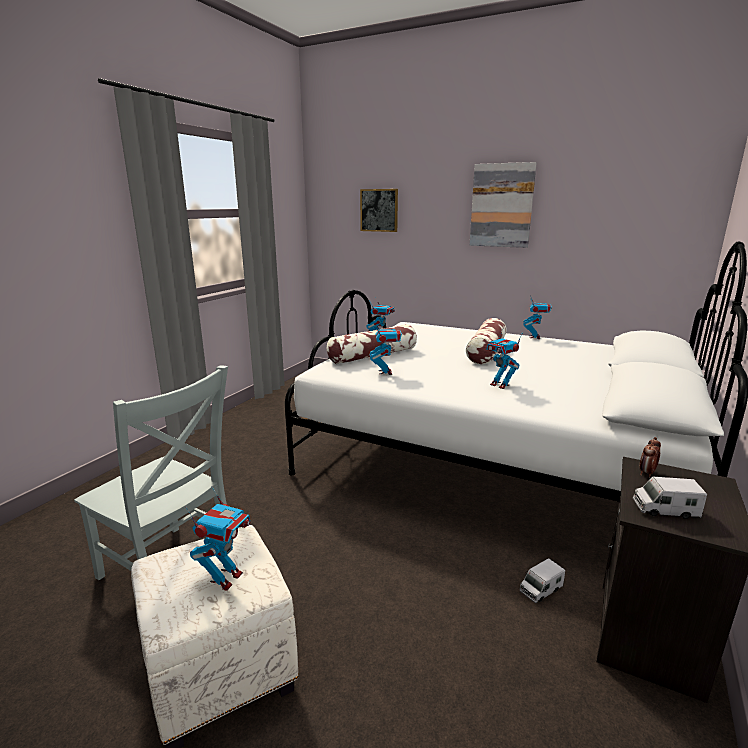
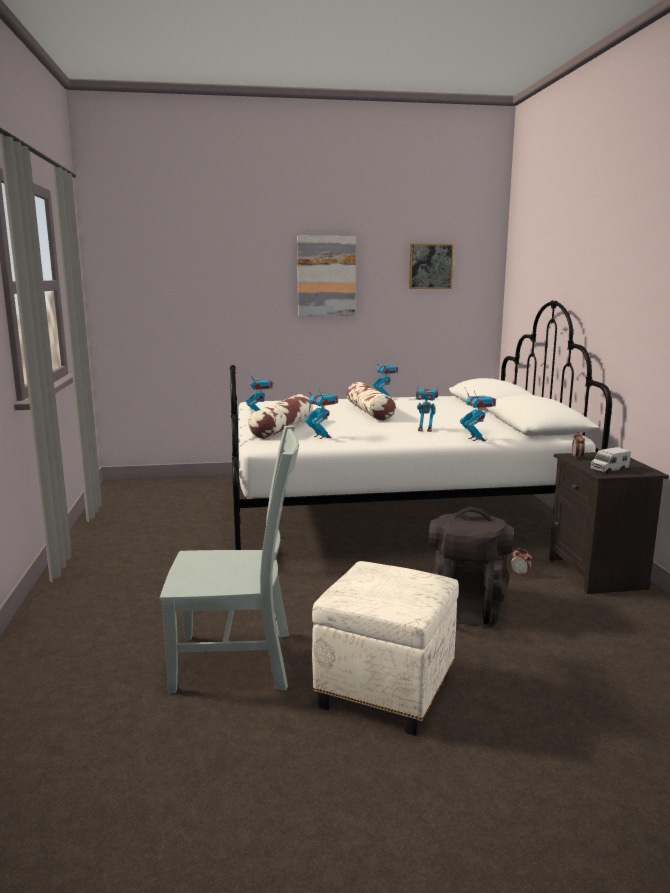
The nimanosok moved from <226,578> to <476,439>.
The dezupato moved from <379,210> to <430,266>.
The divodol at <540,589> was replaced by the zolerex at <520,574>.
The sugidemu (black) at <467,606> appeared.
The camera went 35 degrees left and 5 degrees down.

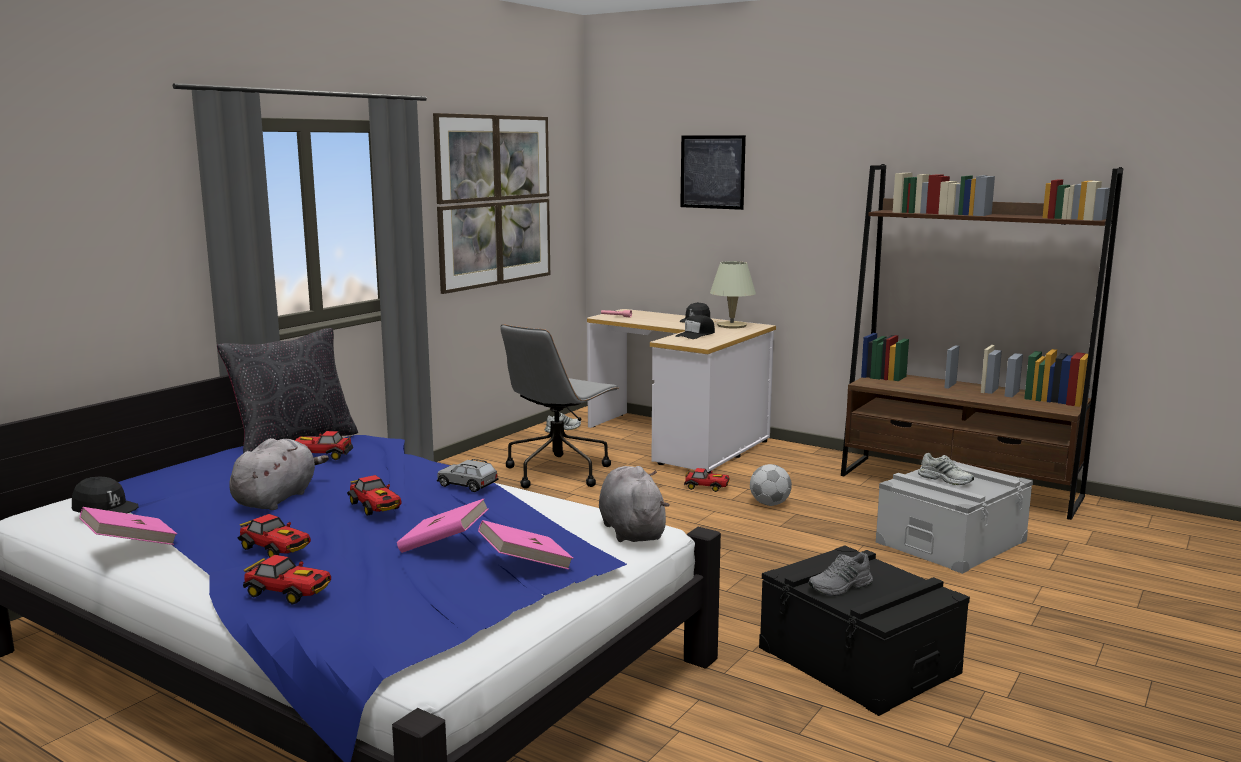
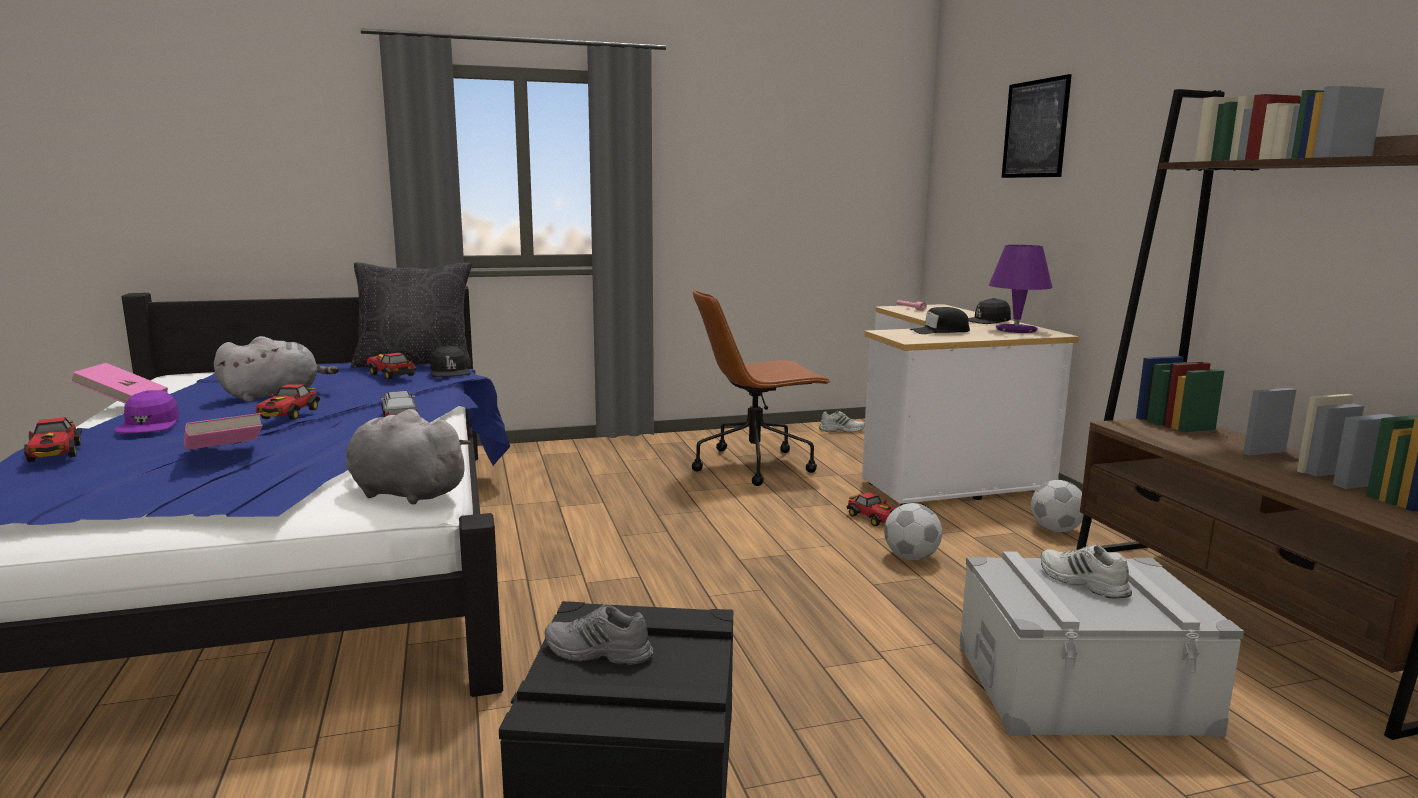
The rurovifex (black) moved from <104,509> to <449,372>.
The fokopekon at <276,549> was replaced by the rurovifex (purple) at <149,425>.
The dezupato at <494,201> disappeared.
The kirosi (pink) at <525,564> disappeared.
The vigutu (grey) at <558,472> became the vigutu (brown) at <755,465>.
The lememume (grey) at <631,530> turned 90 degrees counterclockwise.
The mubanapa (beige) at <732,325> became the mubanapa (purple) at <1016,330>.
The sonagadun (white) at <946,479> turned 150 degrees clockwise.
The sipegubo at <1056,530> appeared.
The camera went 40 degrees right and 0 degrees up.

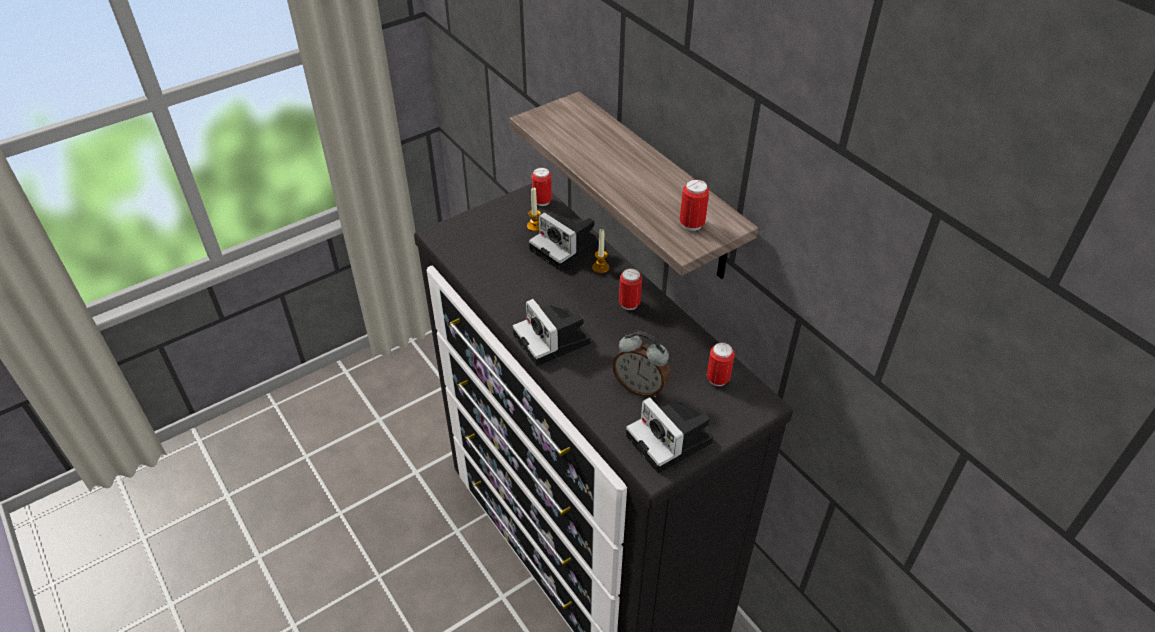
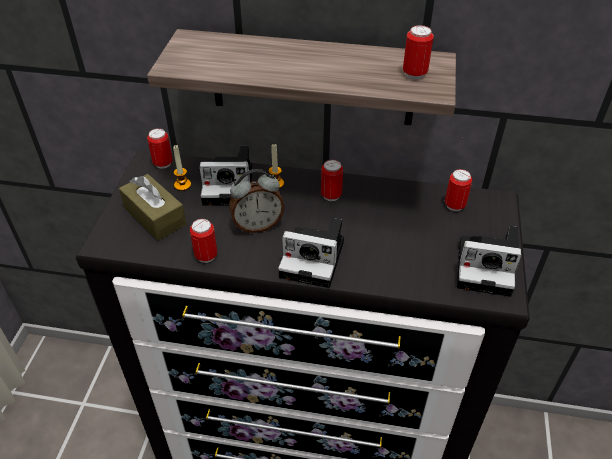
The zolerex moved from <640,387> to <257,225>.
The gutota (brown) at <155,216> appeared.
The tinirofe at <206,256> appeared.
The camera went 45 degrees left and 0 degrees up.

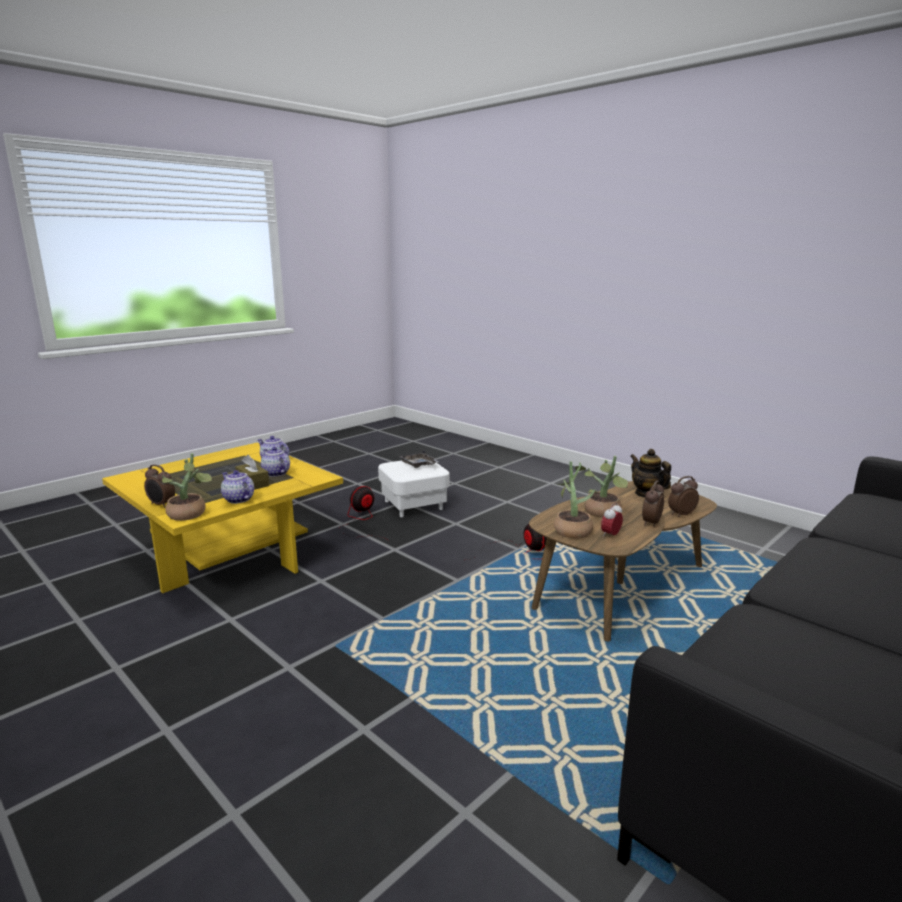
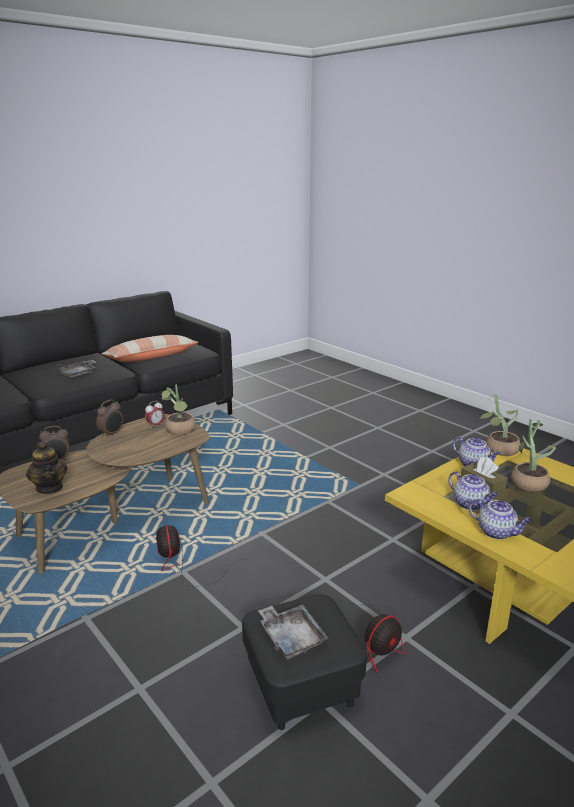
The zolerex at <161,505> disappeared.
The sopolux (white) at <414,505> became the sopolux (black) at <301,686>.
The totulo moved from <603,514> to <527,481>.
The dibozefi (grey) at <79,374> appeared.
The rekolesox at <151,358> appeared.
The camera went 175 degrees left and 5 degrees up.

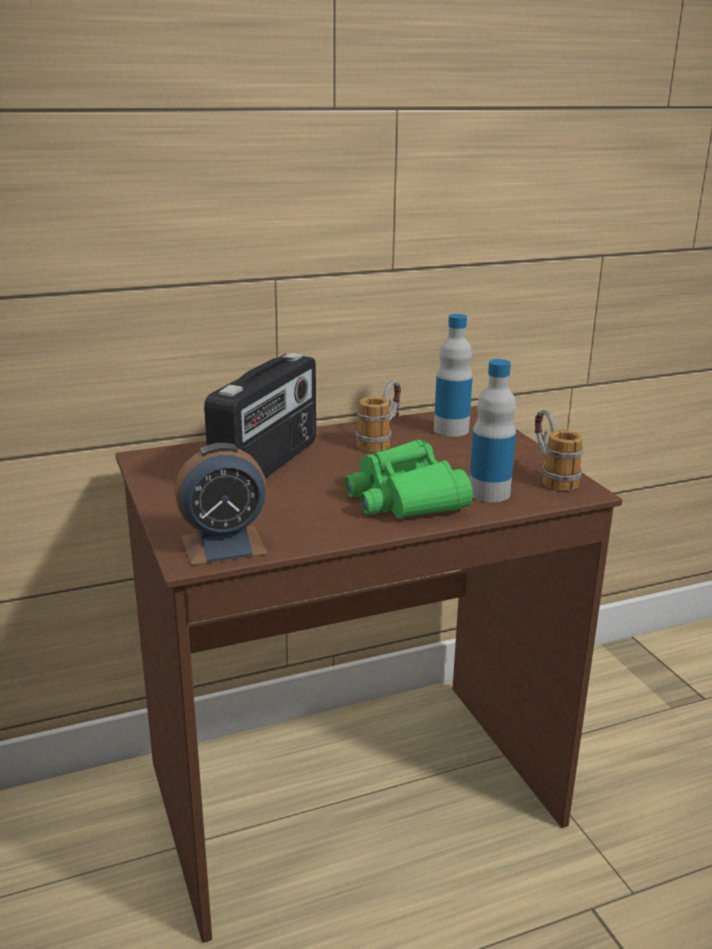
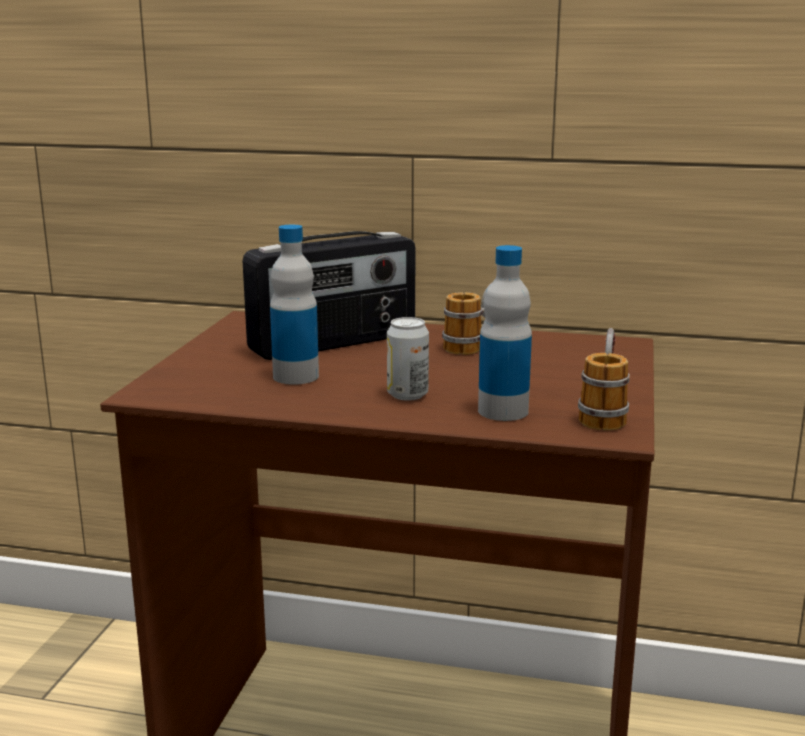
The zolerex at <224,545> disappeared.
The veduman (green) at <404,498> was replaced by the tinirofe at <407,395>.
The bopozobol moved from <451,430> to <296,376>.
The camera went 35 degrees right and 5 degrees down.

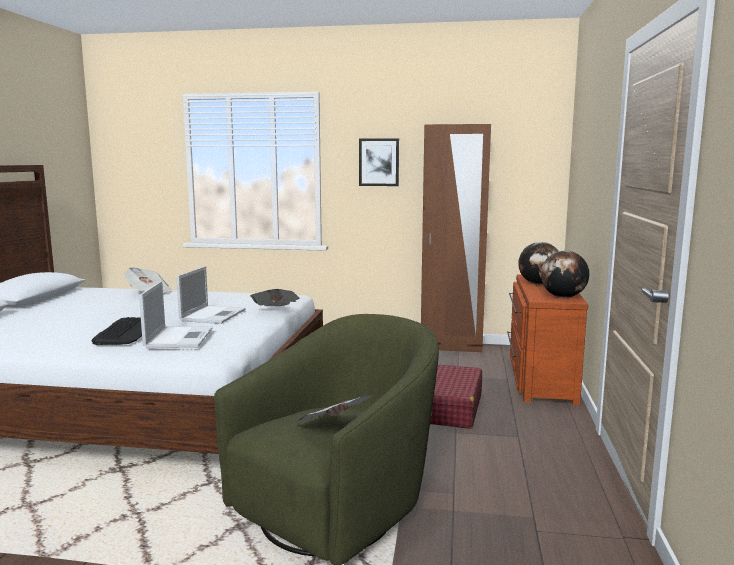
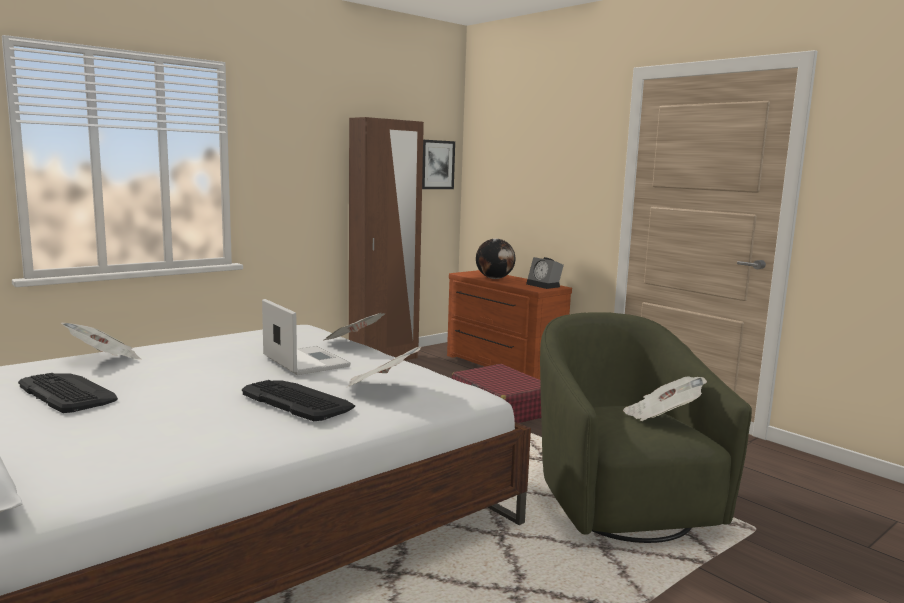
The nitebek at <179,337> was replaced by the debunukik at <381,387>.
The dezupato moved from <379,162> to <436,165>.
The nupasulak at <563,297> was replaced by the zolerex at <545,285>.
The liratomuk at <67,393> appeared.
The camera went 50 degrees left and 0 degrees up.

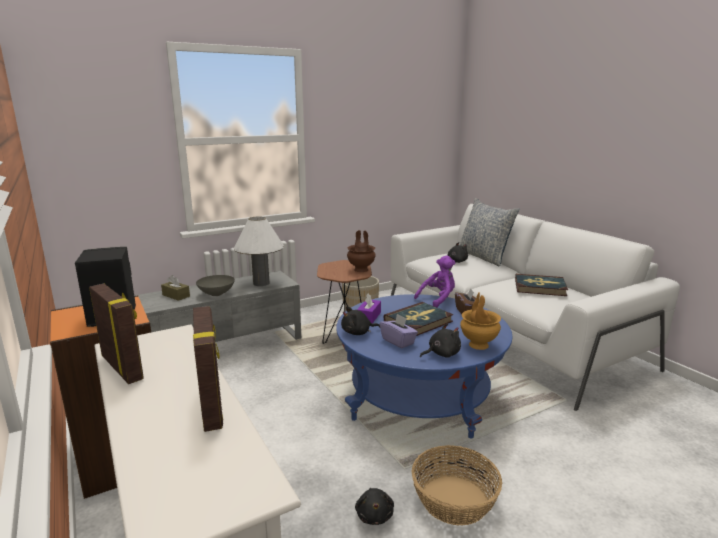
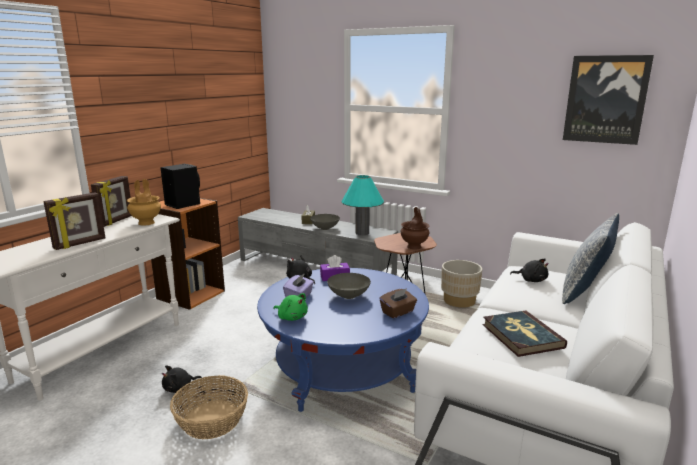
The mubanapa (white) at <261,283> became the mubanapa (turquoise) at <362,233>.
The kirosi at <418,321> was replaced by the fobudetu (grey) at <348,296>.
The lememume (purple) at <438,299> disappeared.
The lememume (black) at <441,354> became the lememume (green) at <291,317>.
The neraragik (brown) moved from <478,345> to <146,223>.
The dezupato at <605,99> appeared.
The camera went 60 degrees right and 0 degrees up.

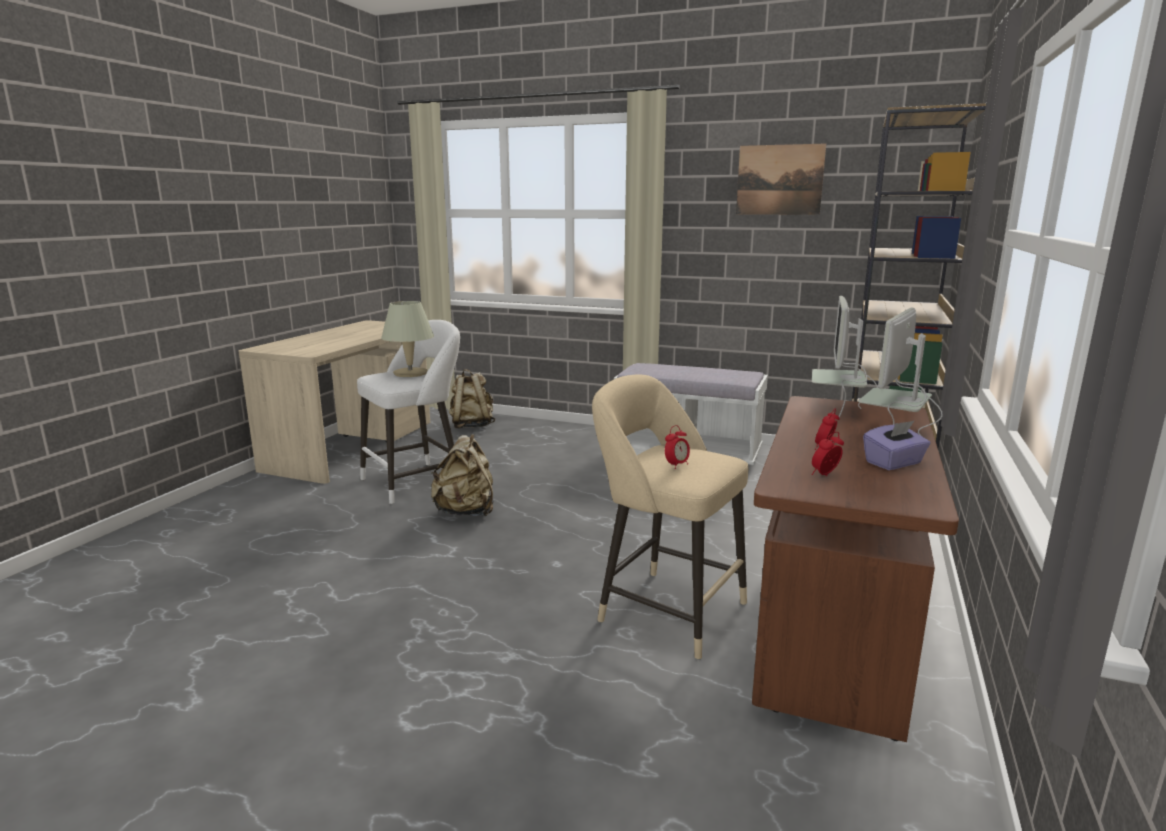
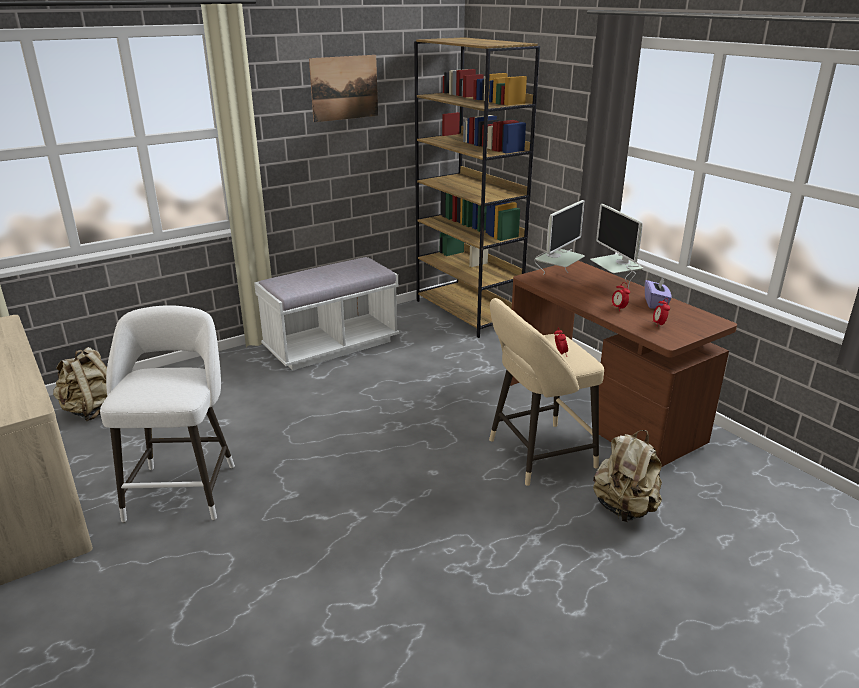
The mubanapa (beige) at <410,373> disappeared.
The sugidemu (beige) moved from <466,512> to <624,508>.
The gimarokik at <837,410> turned 105 degrees counterclockwise.
The camera went 55 degrees left and 10 degrees up.

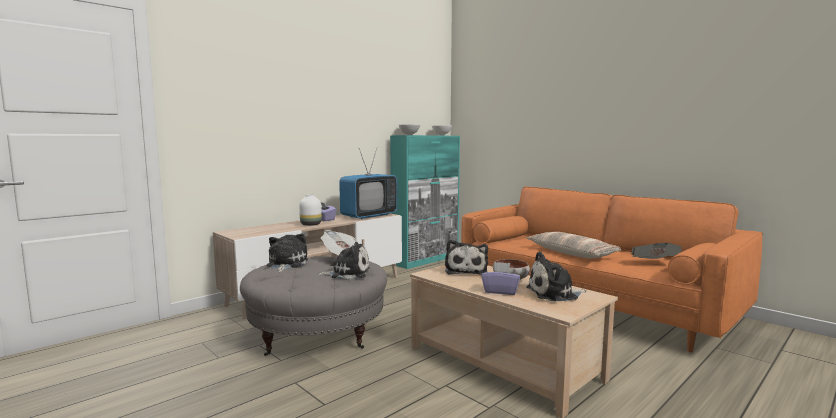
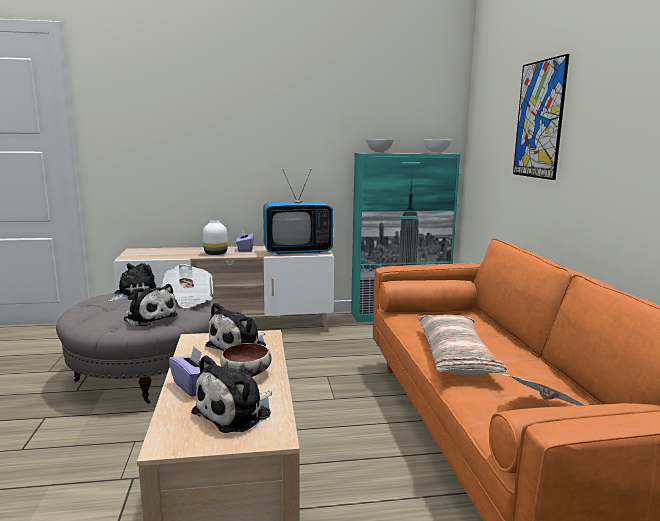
The lememume at <555,294> turned 75 degrees counterclockwise.
The dezupato at <539,119> appeared.
The camera went 35 degrees right and 5 degrees up.

